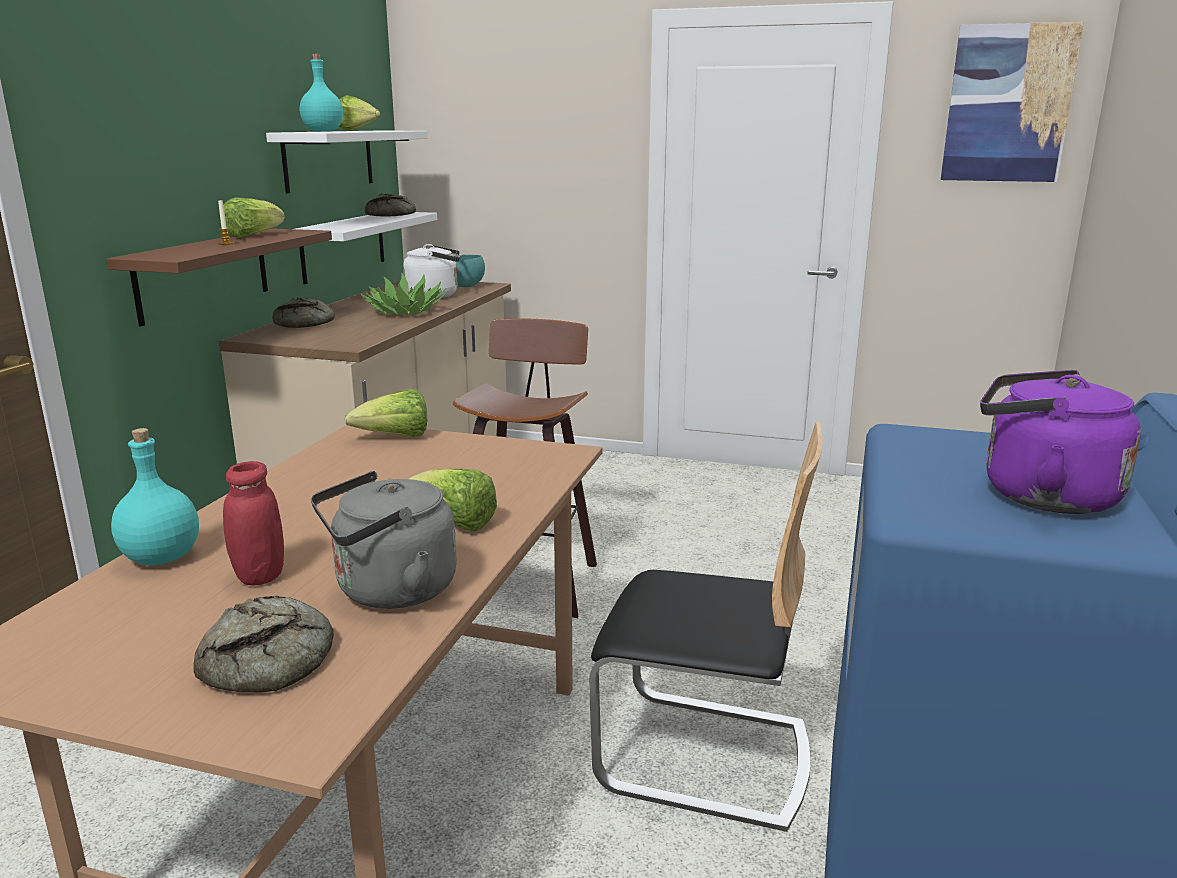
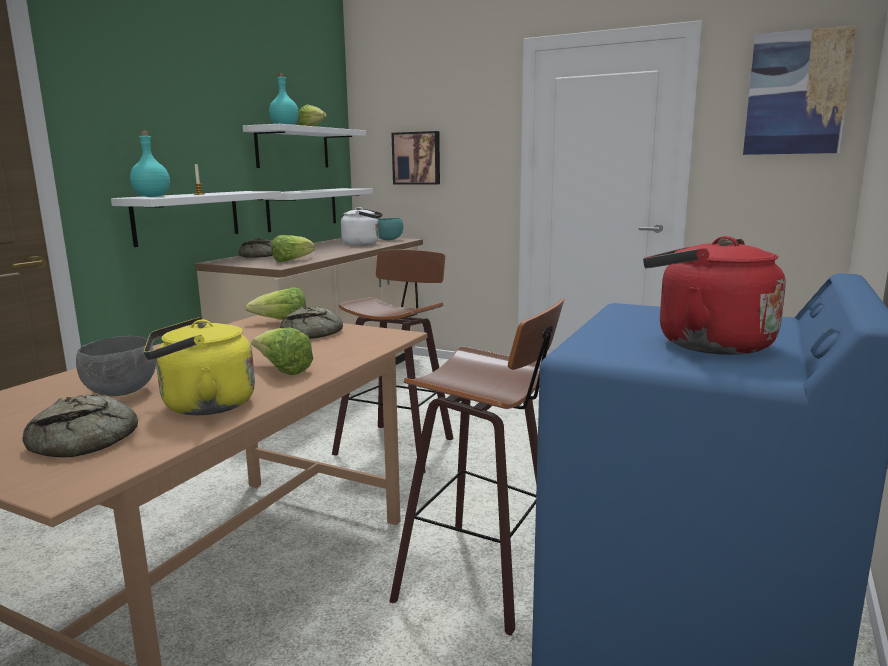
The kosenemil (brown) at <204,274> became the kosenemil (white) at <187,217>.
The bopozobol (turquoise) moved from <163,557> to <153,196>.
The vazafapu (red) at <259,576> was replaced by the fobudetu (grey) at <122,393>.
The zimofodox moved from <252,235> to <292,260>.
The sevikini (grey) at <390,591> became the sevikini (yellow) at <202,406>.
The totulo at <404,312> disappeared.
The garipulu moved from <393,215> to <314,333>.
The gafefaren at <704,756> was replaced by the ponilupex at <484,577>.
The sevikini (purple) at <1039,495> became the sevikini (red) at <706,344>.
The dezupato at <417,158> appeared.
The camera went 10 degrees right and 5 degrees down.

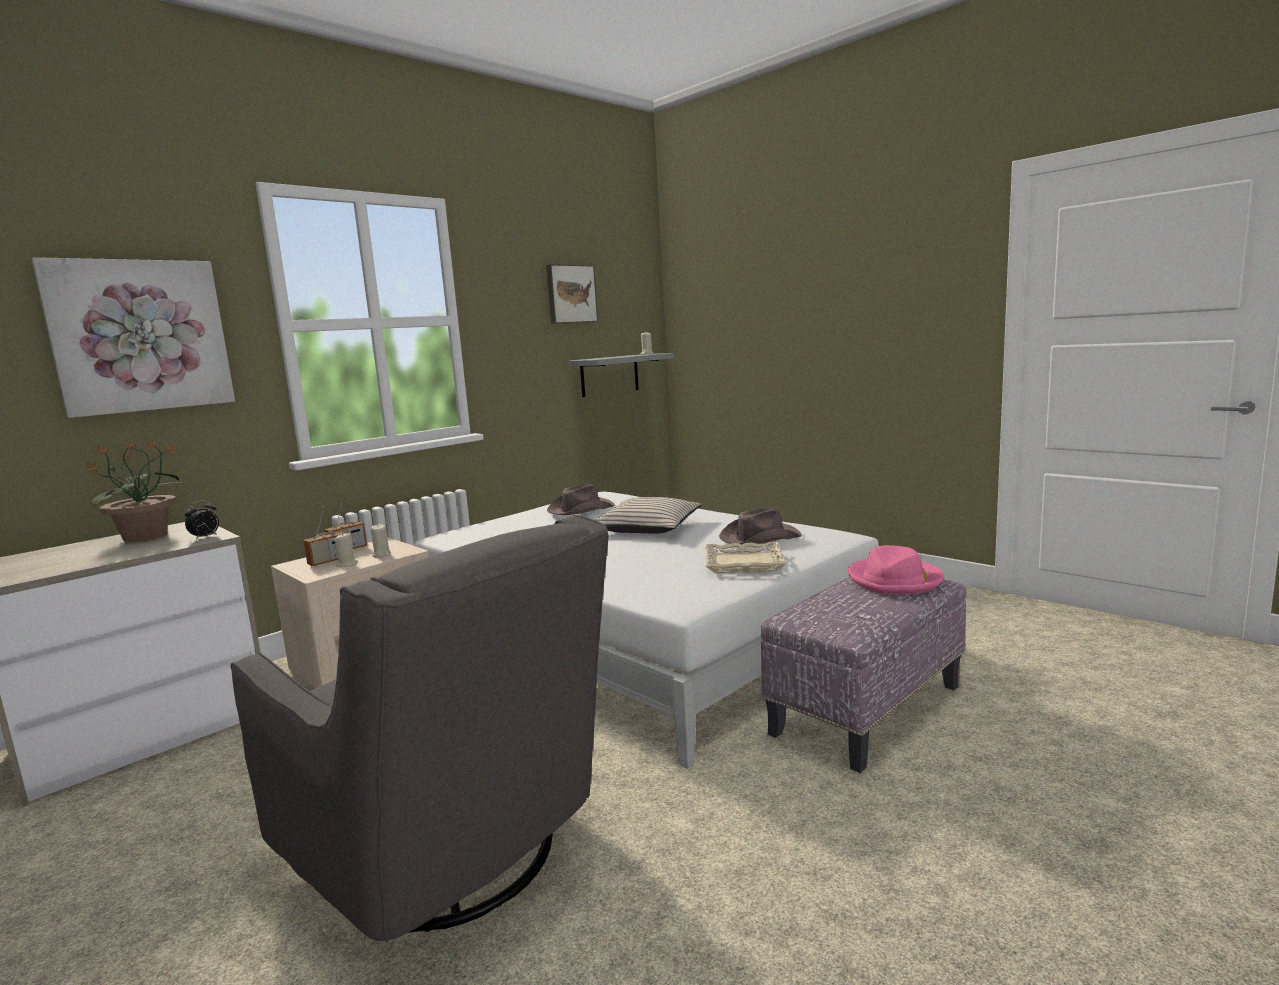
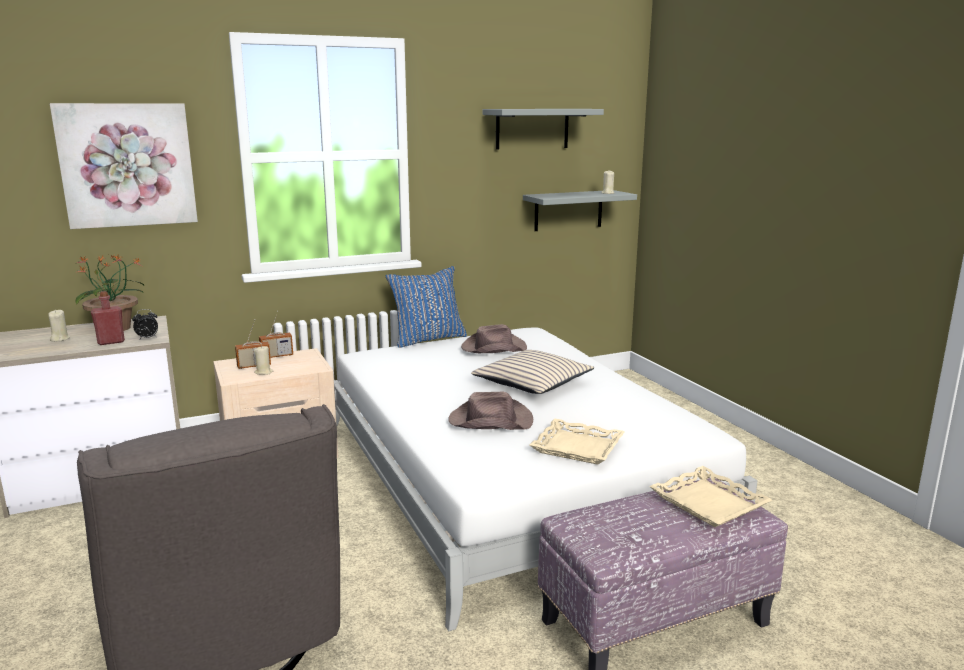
The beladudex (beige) moved from <381,555> to <60,339>.
The dezupato at <570,294> was replaced by the kosenemil (grey) at <532,128>.
The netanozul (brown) moved from <759,537> to <489,420>.
The netanozul (pink) at <895,580> was replaced by the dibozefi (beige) at <709,503>.
The bopozobol (red) at <111,342> appeared.
The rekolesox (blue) at <427,339> appeared.
The camera went 20 degrees right and 5 degrees up.

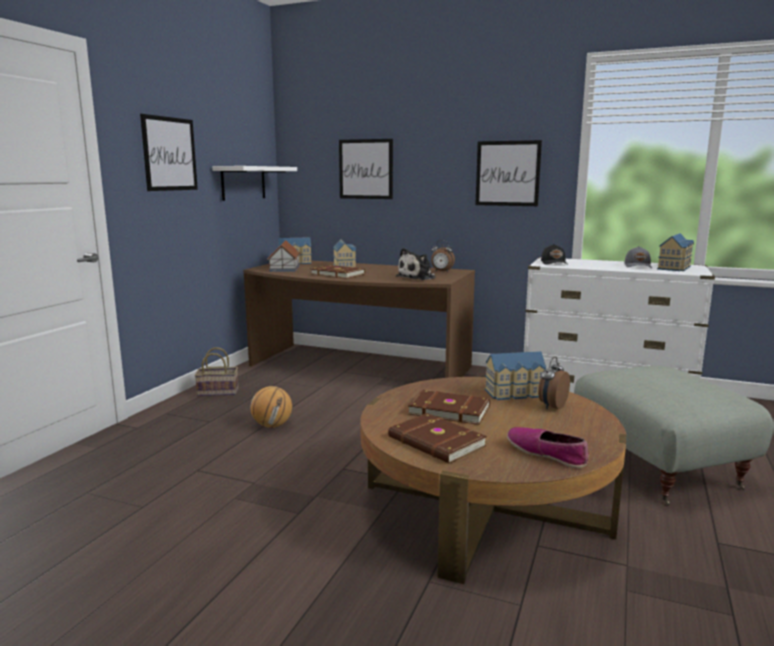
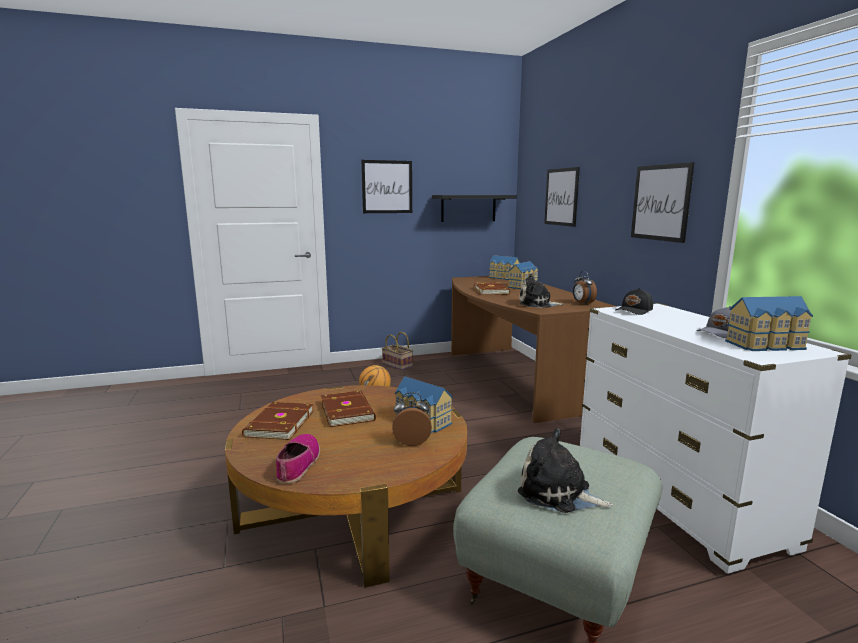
The kosenemil (white) at <243,183> became the kosenemil (black) at <468,208>.
The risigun at <285,268> disappeared.
The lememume at <558,493> appeared.
The camera went 50 degrees right and 0 degrees up.

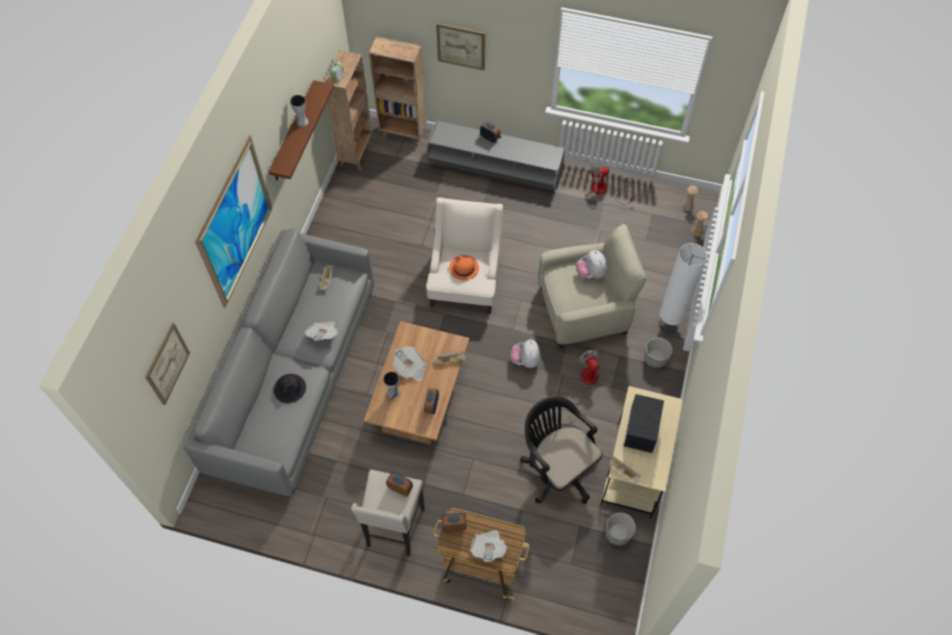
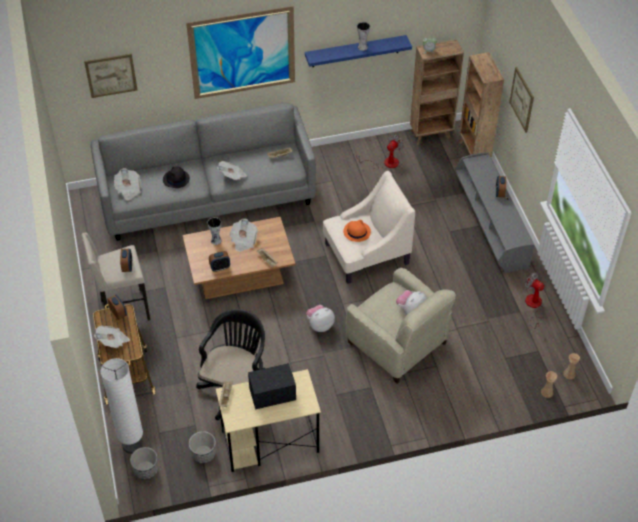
The kosenemil (brown) at <293,132> became the kosenemil (blue) at <355,51>.
The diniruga moved from <586,382> to <385,163>.
The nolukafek moved from <655,359> to <146,470>.
The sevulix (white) moved from <668,325> to <132,445>.
The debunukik at <128,189> appeared.
The camera went 60 degrees right and 10 degrees down.

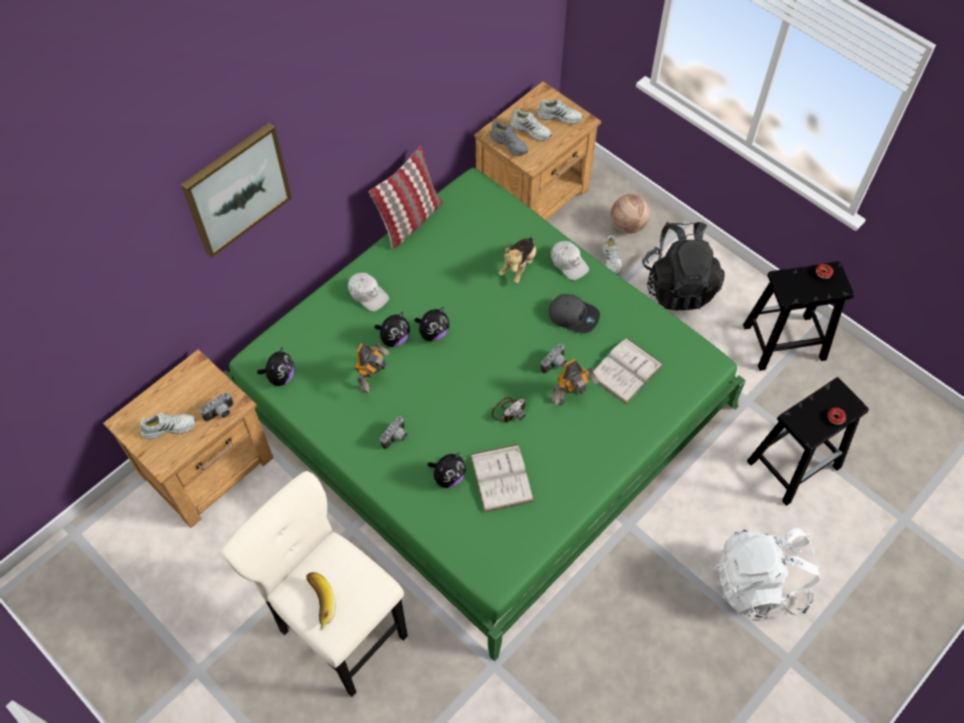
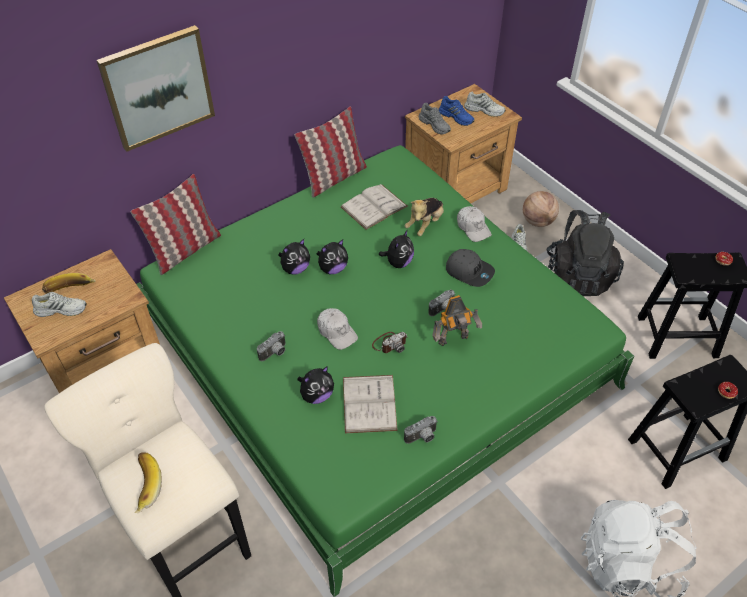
The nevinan moved from <221,413> to <422,437>.
The lememume moved from <280,377> to <398,262>.
The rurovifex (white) moved from <368,294> to <337,332>.
The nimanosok at <373,379> disappeared.
The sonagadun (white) at <531,130> became the sonagadun (blue) at <456,117>.
The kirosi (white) moved from <626,370> to <374,206>.
The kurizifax at <70,290> appeared.
The rekolesox at <185,250> appeared.
The camera went 10 degrees right and 10 degrees down.

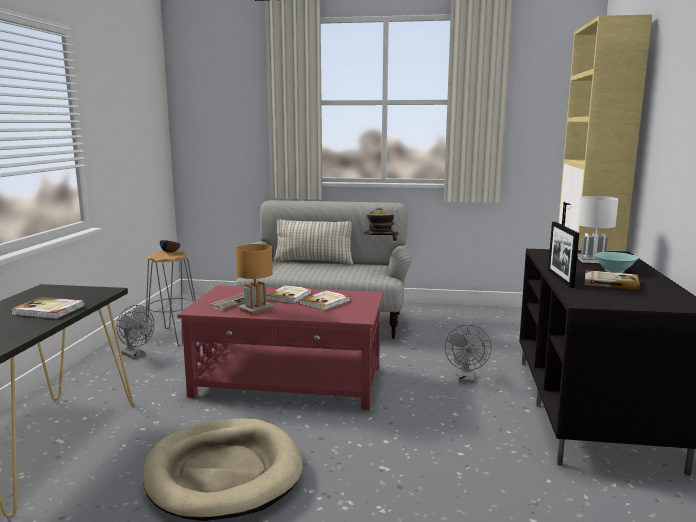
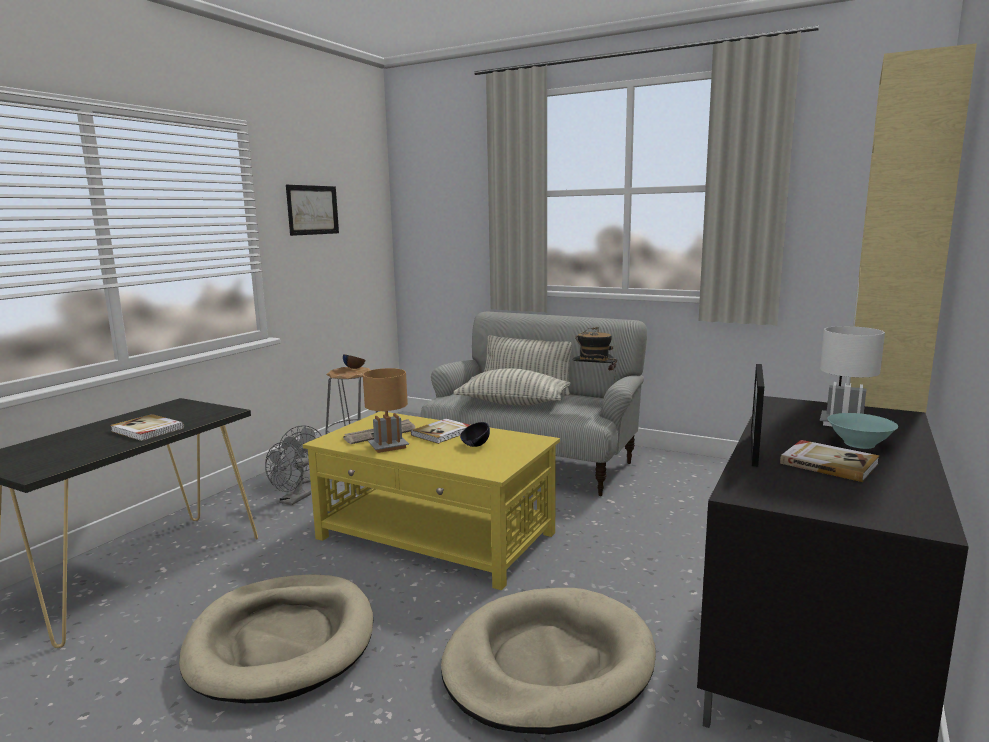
The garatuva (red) at <289,381> became the garatuva (yellow) at <436,536>.
The kirosi at <325,302> was replaced by the fobudetu (black) at <475,445>.
The diniruga (grey) moved from <466,378> to <292,501>.
The dezupato at <312,210> appeared.
The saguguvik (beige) at <548,664> appeared.
The rekolesox at <513,403> appeared.
The camera went 20 degrees right and 0 degrees up.

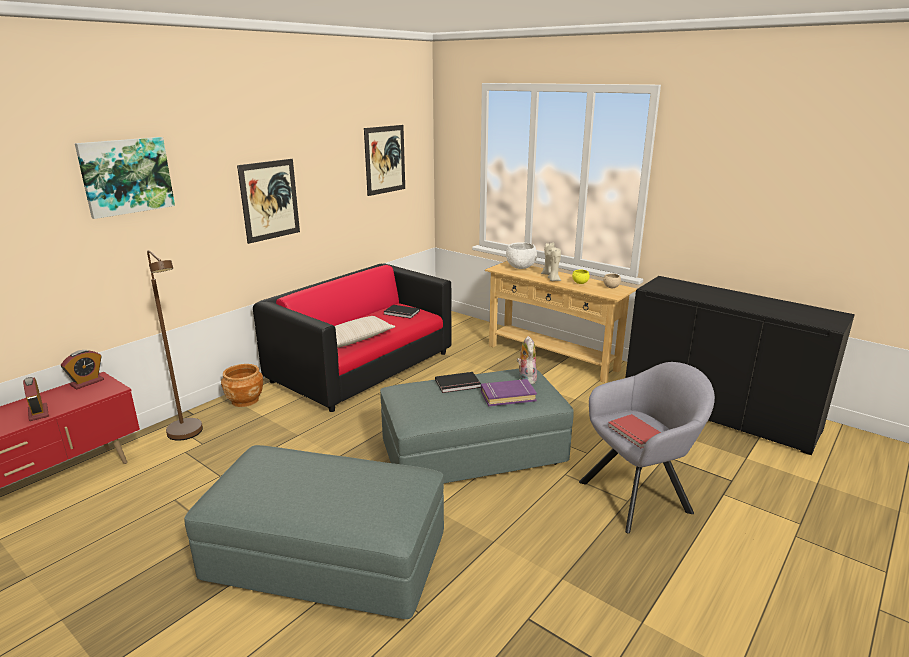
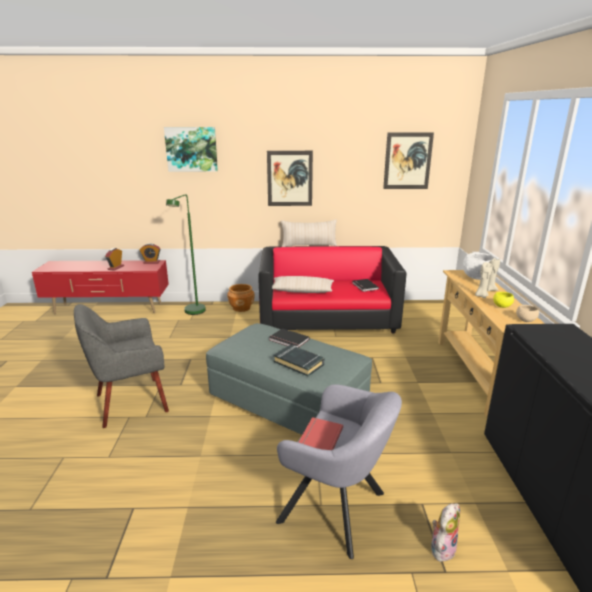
The sevulix (brown) at <187,435> became the sevulix (green) at <192,313>.
The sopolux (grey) at <327,559> was replaced by the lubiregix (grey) at <130,402>.
The kirosi (purple) at <507,396> became the kirosi (black) at <299,363>.
The lememume moved from <525,378> to <442,548>.
The rekolesox (beige) at <309,245> appeared.
The camera went 50 degrees right and 0 degrees up.

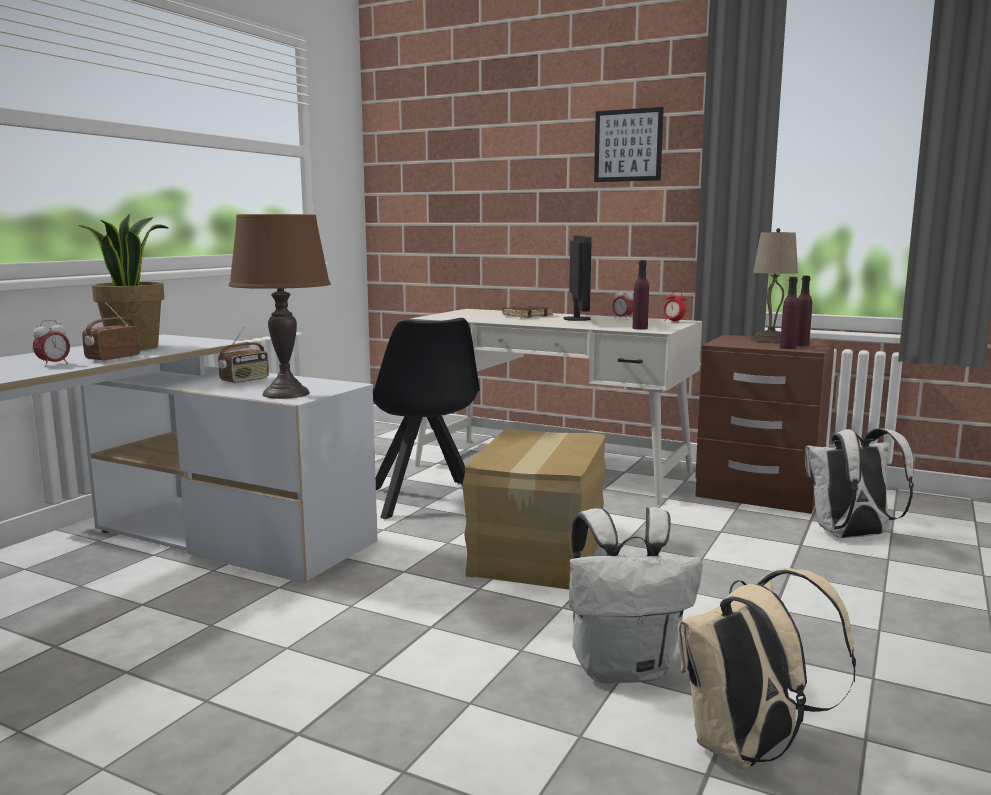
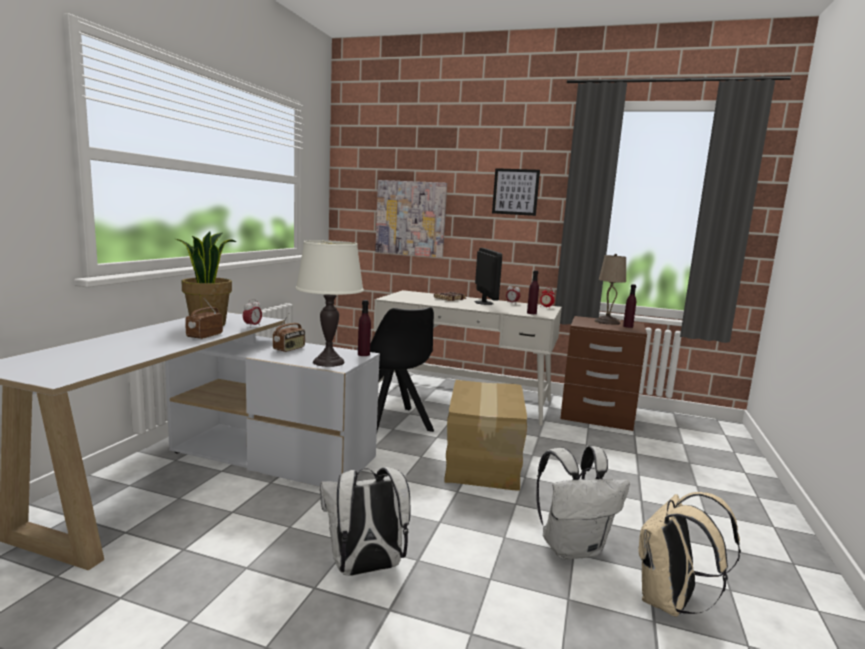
The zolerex moved from <53,365> to <252,326>.
The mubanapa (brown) at <285,394> became the mubanapa (white) at <328,362>.
The bopozobol (purple) moved from <788,347> to <363,354>.
The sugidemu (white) moved from <851,536> to <365,569>.
The dezupato at <411,218> appeared.
The camera went 10 degrees left and 0 degrees up.

